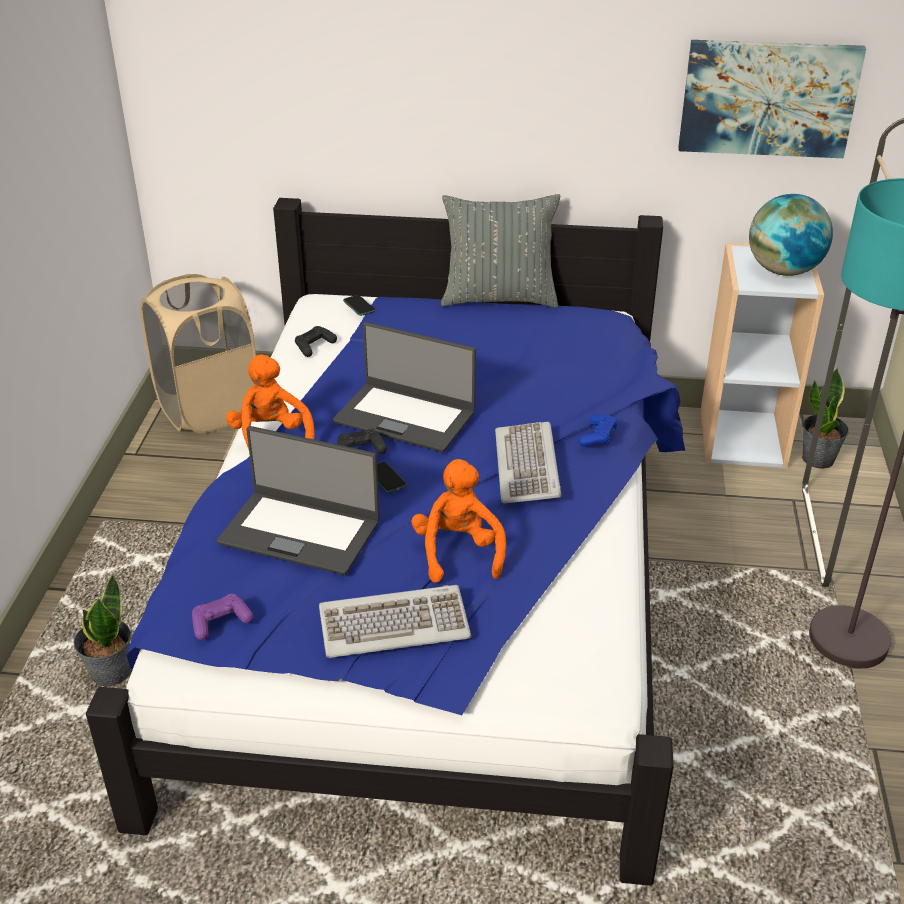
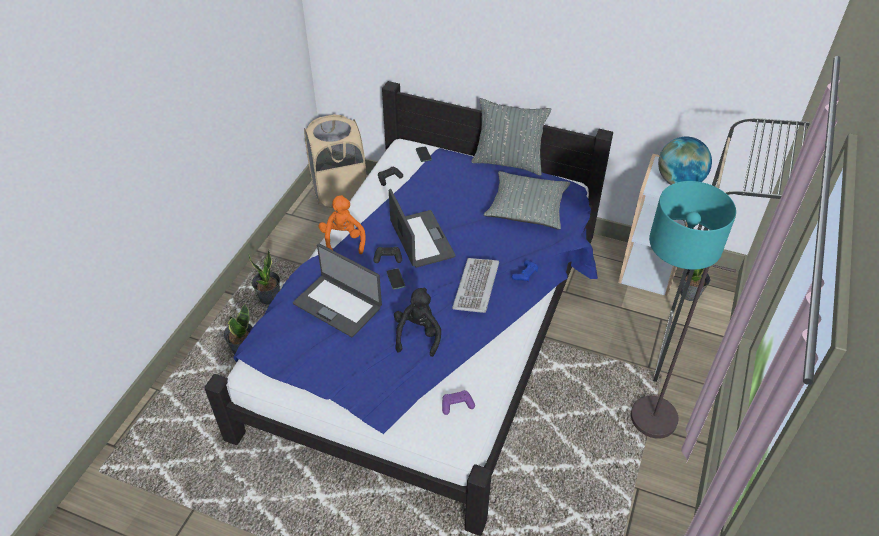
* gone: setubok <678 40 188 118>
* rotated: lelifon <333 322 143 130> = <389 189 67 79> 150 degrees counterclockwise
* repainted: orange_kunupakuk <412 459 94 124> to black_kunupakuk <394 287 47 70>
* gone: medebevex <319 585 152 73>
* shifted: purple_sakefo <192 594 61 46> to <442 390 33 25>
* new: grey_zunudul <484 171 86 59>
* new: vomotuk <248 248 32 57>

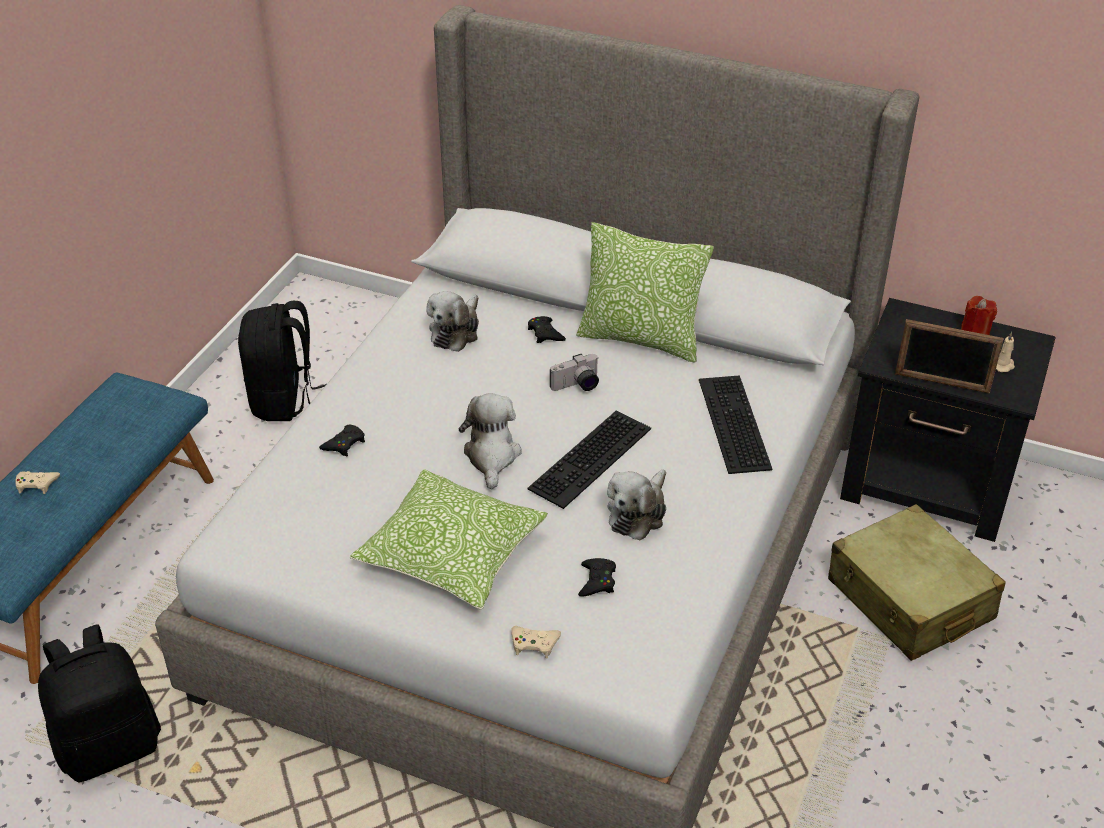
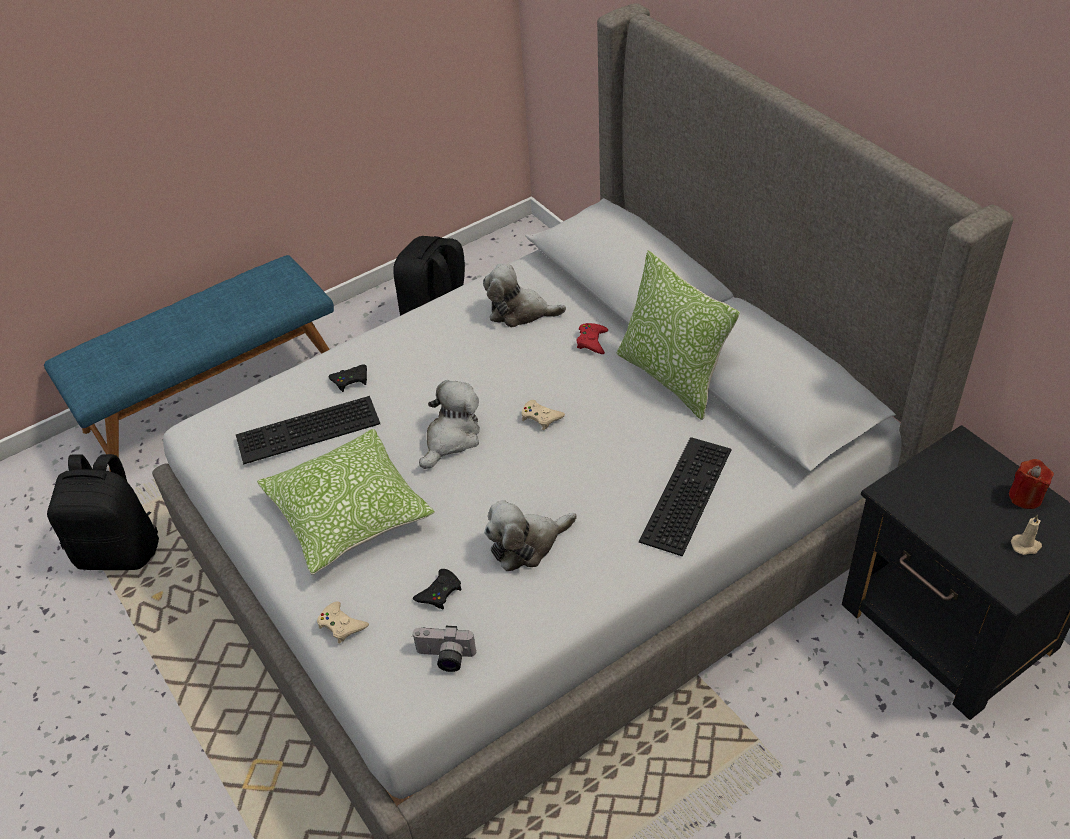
* rotated: kunupakuk <426 291 53 61> = <483 263 83 64> 45 degrees clockwise
* repainted: black_sakefo <528 316 38 27> to red_sakefo <577 323 31 31>
* gone: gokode <895 319 109 75>
* shifted: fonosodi <550 354 49 37> to <412 626 64 46>
* shifted: medebevex <528 410 123 99> to <236 396 144 69>
* shifted: beige_sakefo <15 471 45 23> to <521 400 44 30>
* gone: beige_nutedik <828 504 177 157>

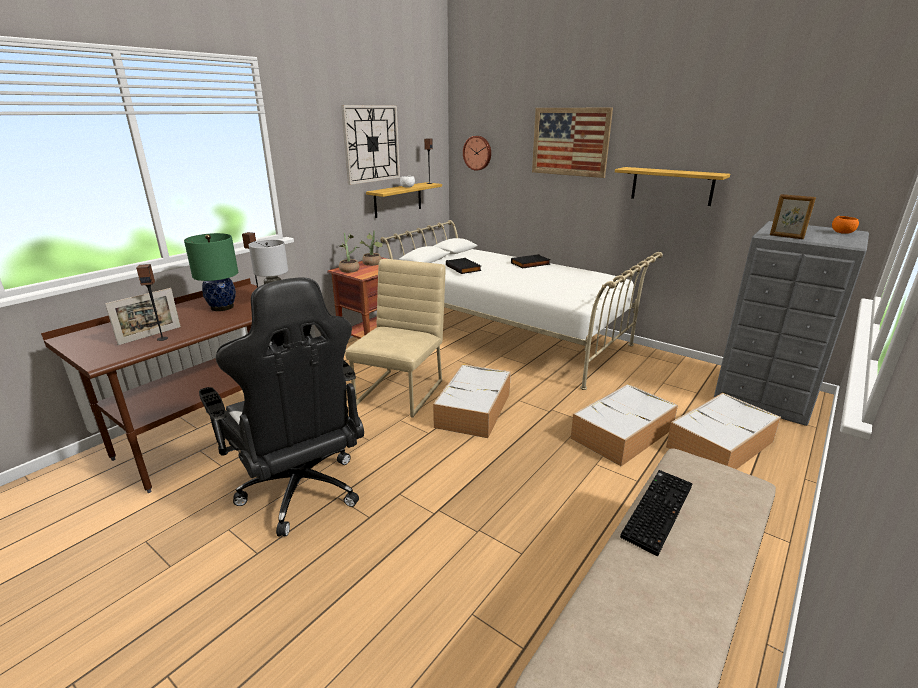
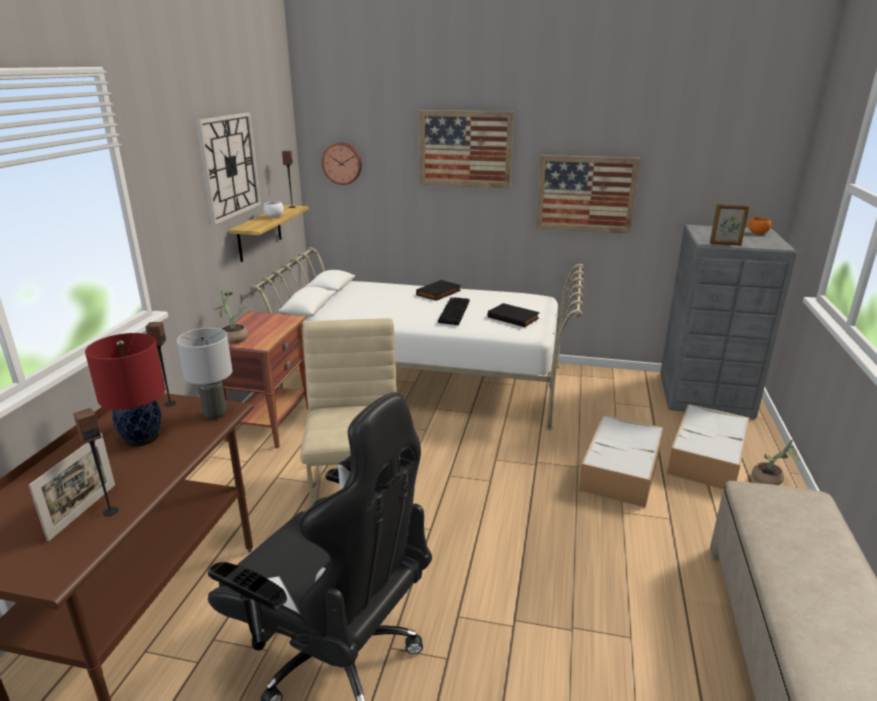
* swapped: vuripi <615 167 115 39> to setubok <536 155 104 79>
* shifted: vomotuk <360 230 23 36> to <752 439 48 46>
* repainted: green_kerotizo <184 233 54 78> to red_kerotizo <85 333 80 114>
* shifted: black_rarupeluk <446 258 36 16> to <488 303 52 24>
* gone: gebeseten <433 364 78 74>
* shifted: medebevex <620 470 72 86> to <438 297 32 28>

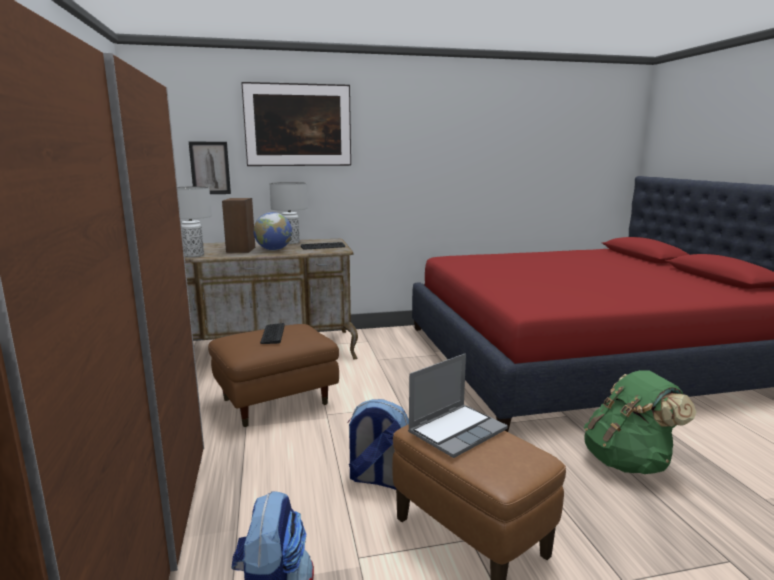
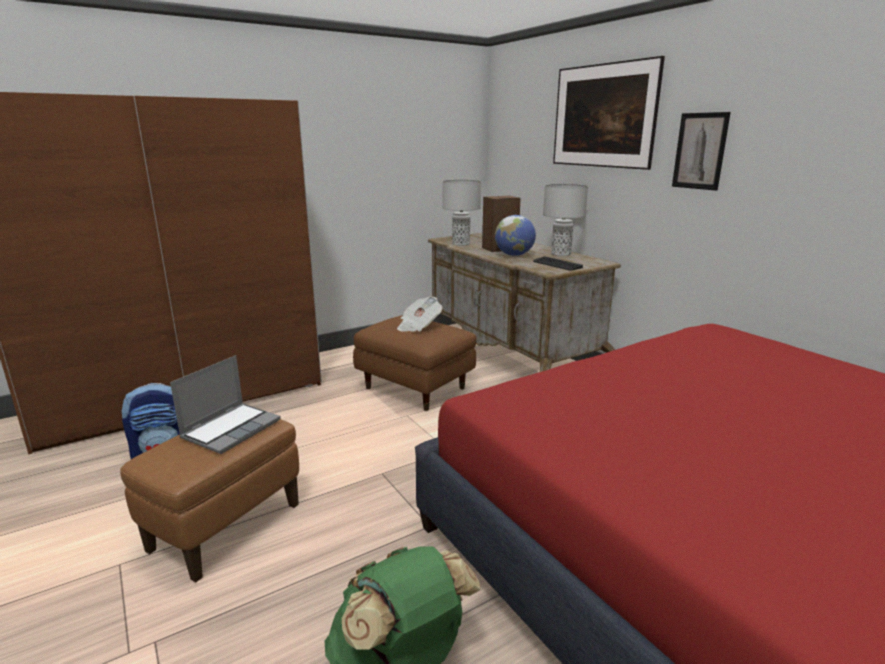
* shifted: setubok <189 142 42 52> to <672 112 59 79>
* swapped: medebevex <260 323 25 21> to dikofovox <397 297 45 35>
* rotated: lelifon <408 353 100 105> = <170 355 111 99> 90 degrees counterclockwise
* gone: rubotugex <347 399 62 91>

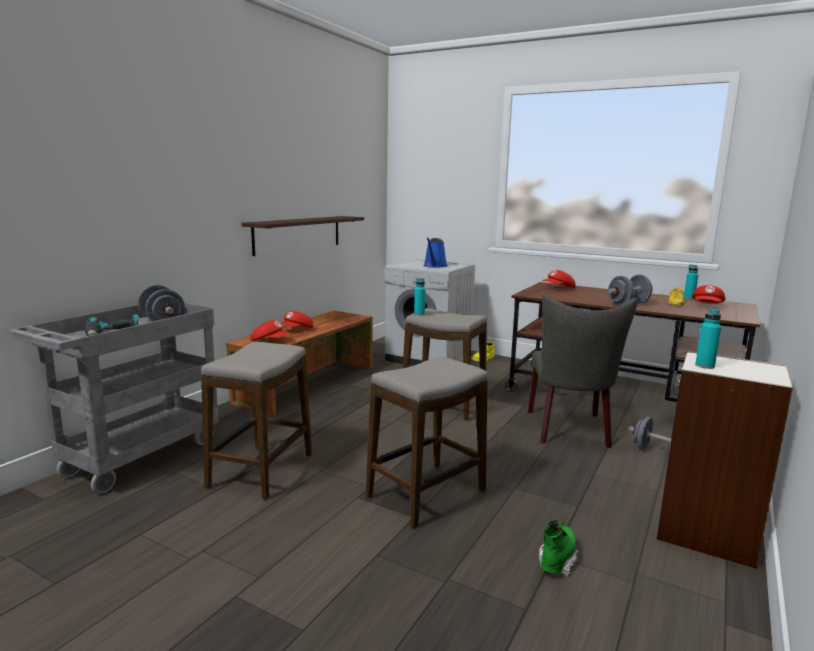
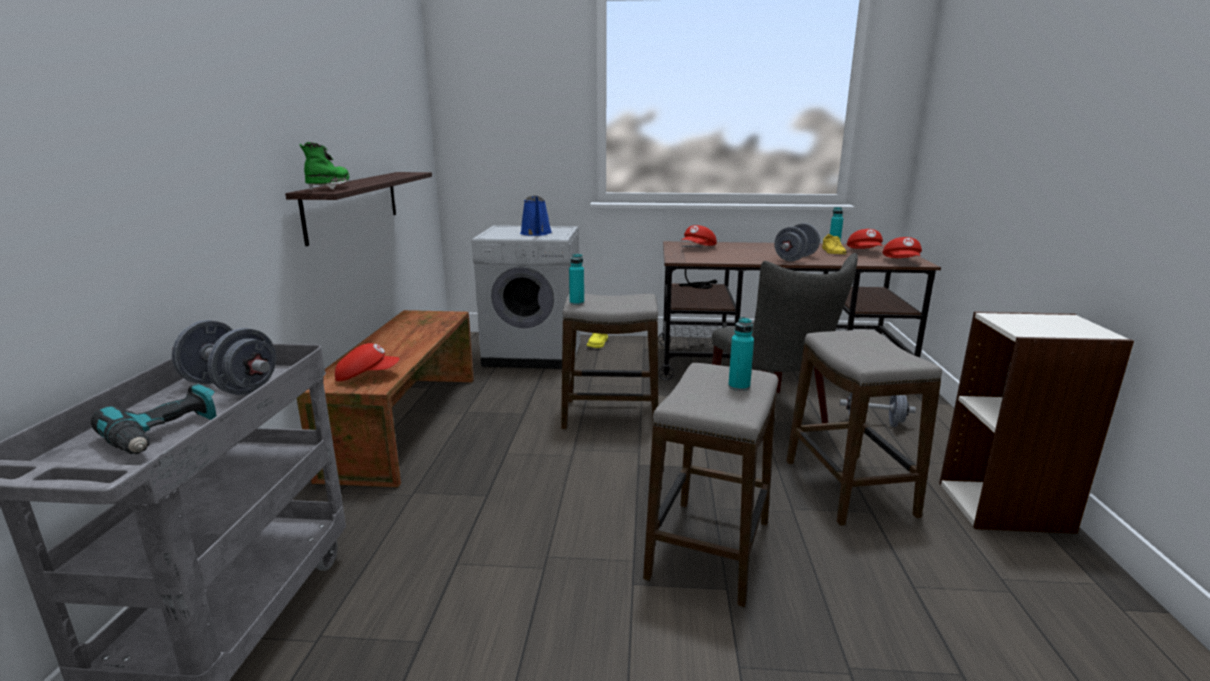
* shifted: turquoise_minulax <695 308 26 61> to <728 317 26 74>
* shifted: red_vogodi <280 311 33 17> to <882 237 40 21>
* shifted: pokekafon <201 342 111 158> to <786 330 156 196>
* shifted: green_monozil <539 520 40 56> to <300 142 51 49>

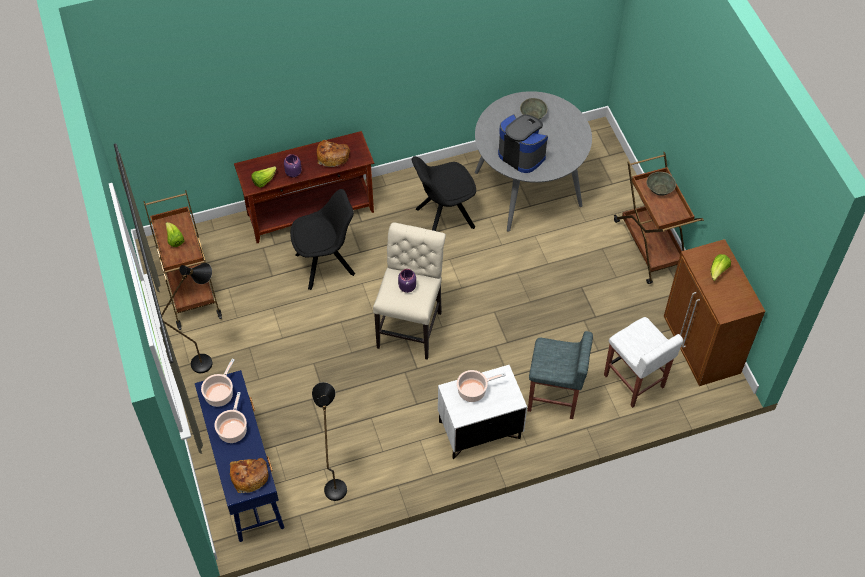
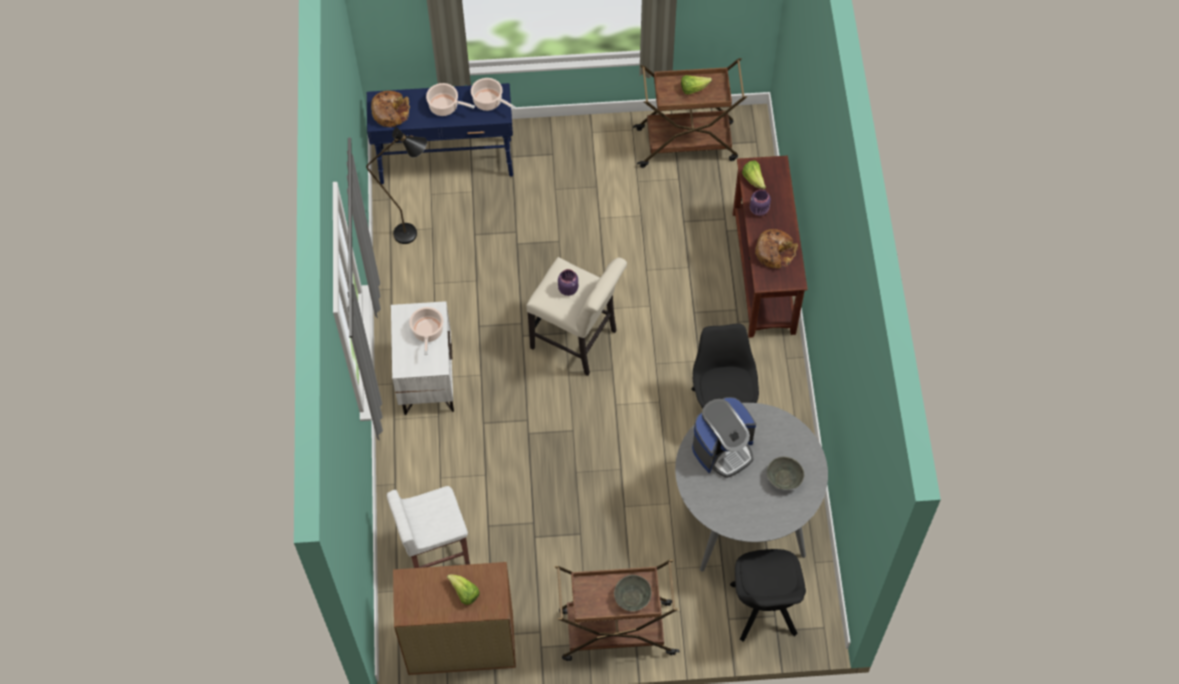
* shifted: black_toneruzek <290 189 65 101> to <730 549 76 92>
* gone: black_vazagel <161 263 51 110>
* gone: grey_pokekafon <528 331 65 88>

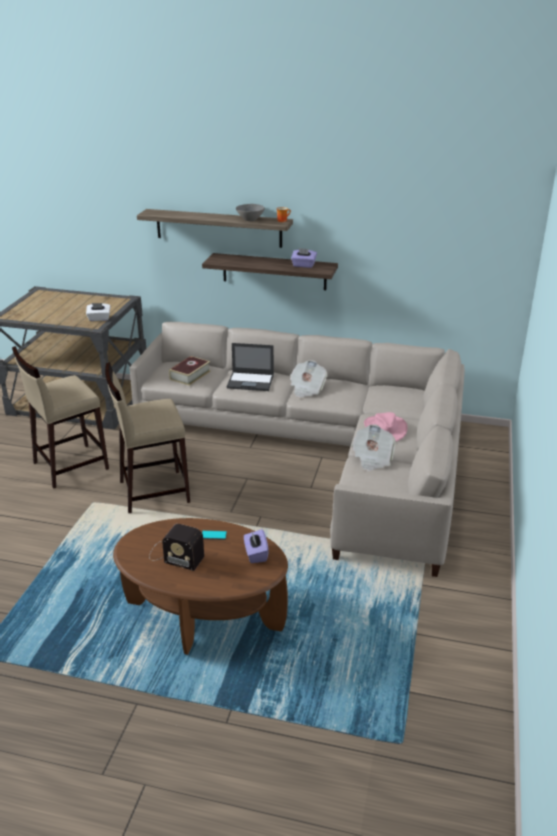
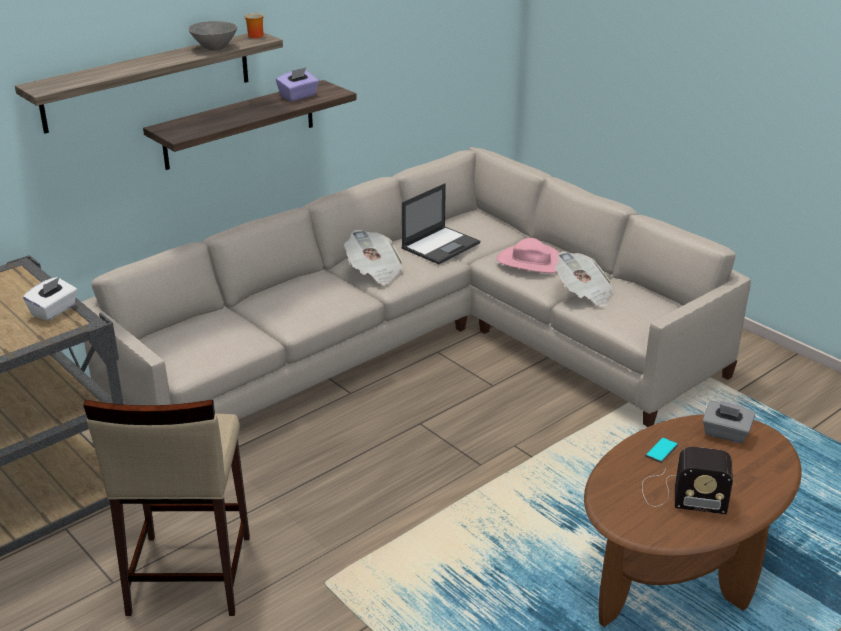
* shifted: lelifon <227 343 47 48> to <401 183 79 81>
* gone: rarupeluk <169 356 41 30>
* gone: beige_pokekafon <105 362 85 152>
* rotated: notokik <149 524 55 47> = <642 447 91 67> 45 degrees clockwise
* repainted: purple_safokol <244 529 25 34> to grey_safokol <703 401 52 42>

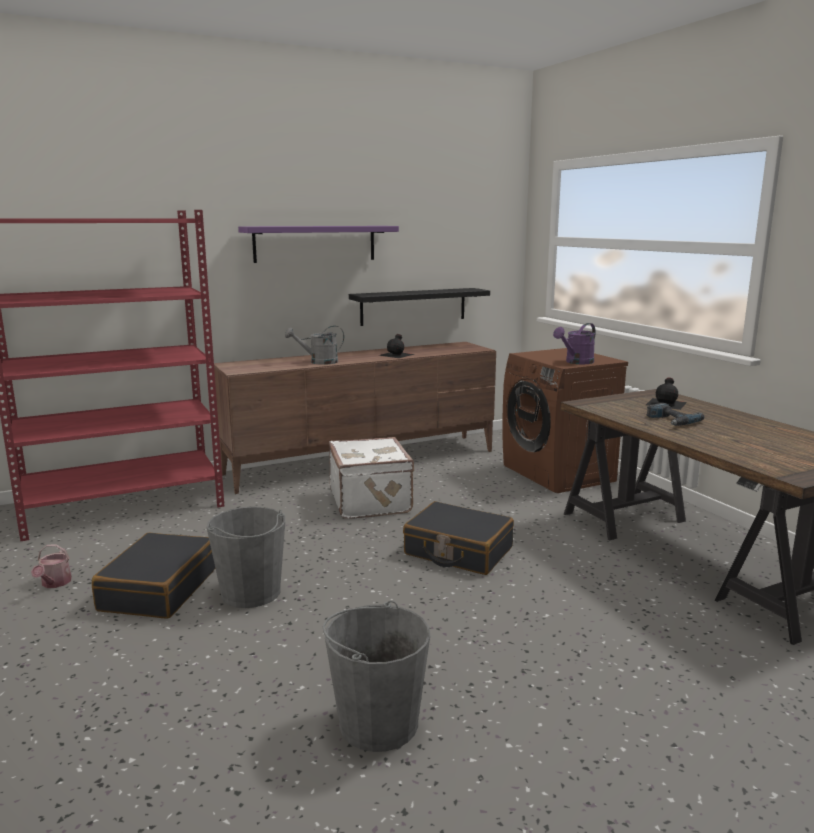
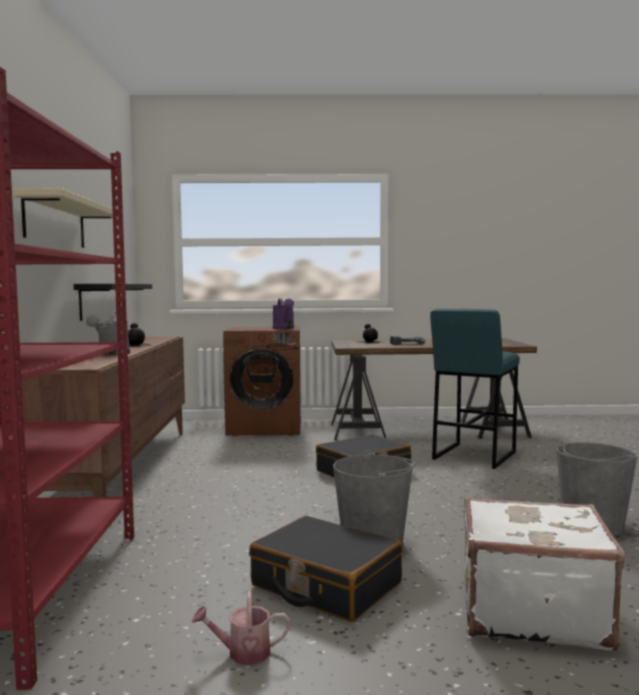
* repainted: purple_vuripi <238 226 161 37> to beige_vuripi <13 188 105 60>
* shifted: white_nutedik <329 437 85 82> to <464 498 161 152>
* rotated: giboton <31 545 41 43> = <192 590 98 75> 150 degrees clockwise
* new: turquoise_pokekafon <430 309 90 160>

